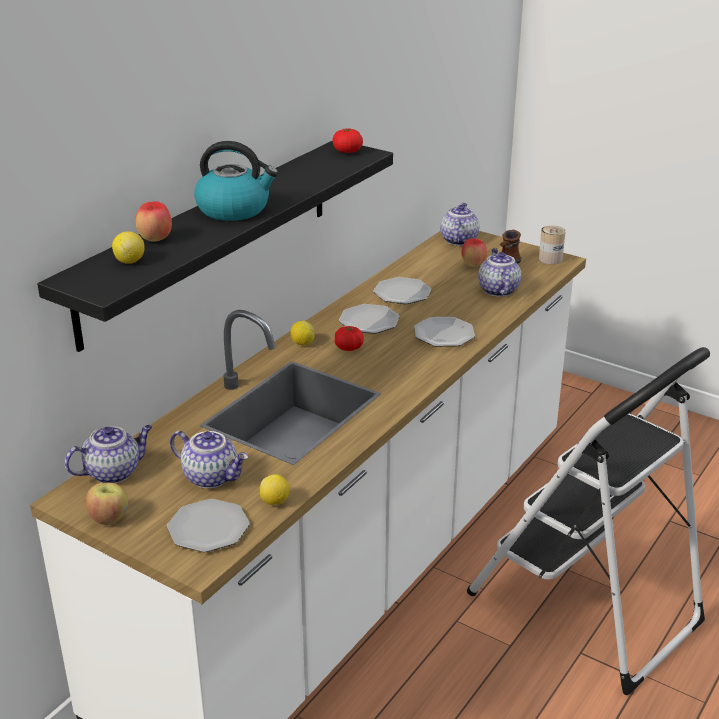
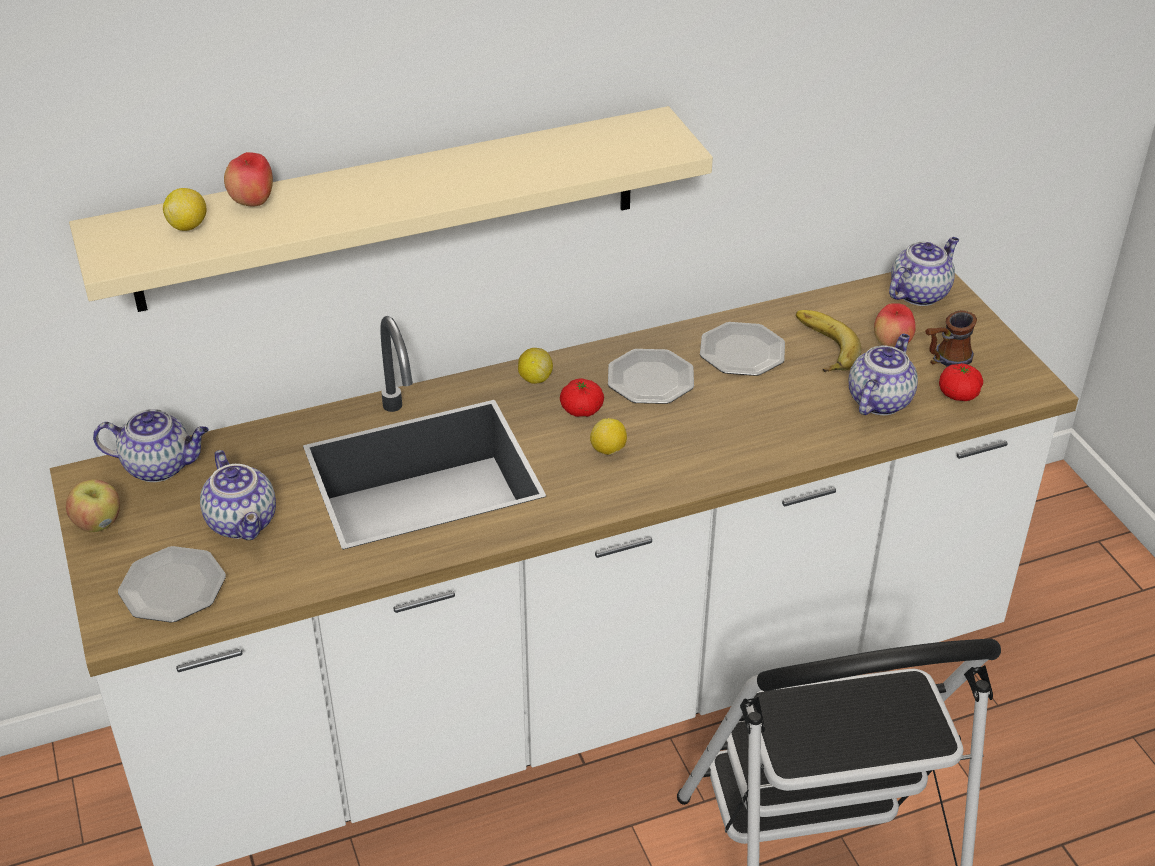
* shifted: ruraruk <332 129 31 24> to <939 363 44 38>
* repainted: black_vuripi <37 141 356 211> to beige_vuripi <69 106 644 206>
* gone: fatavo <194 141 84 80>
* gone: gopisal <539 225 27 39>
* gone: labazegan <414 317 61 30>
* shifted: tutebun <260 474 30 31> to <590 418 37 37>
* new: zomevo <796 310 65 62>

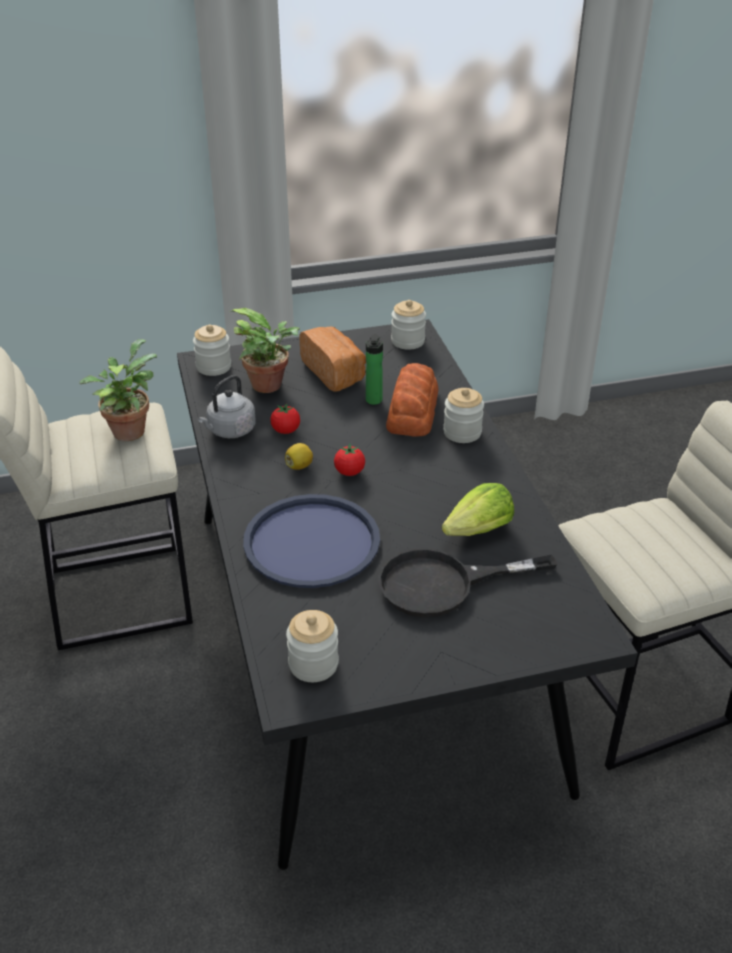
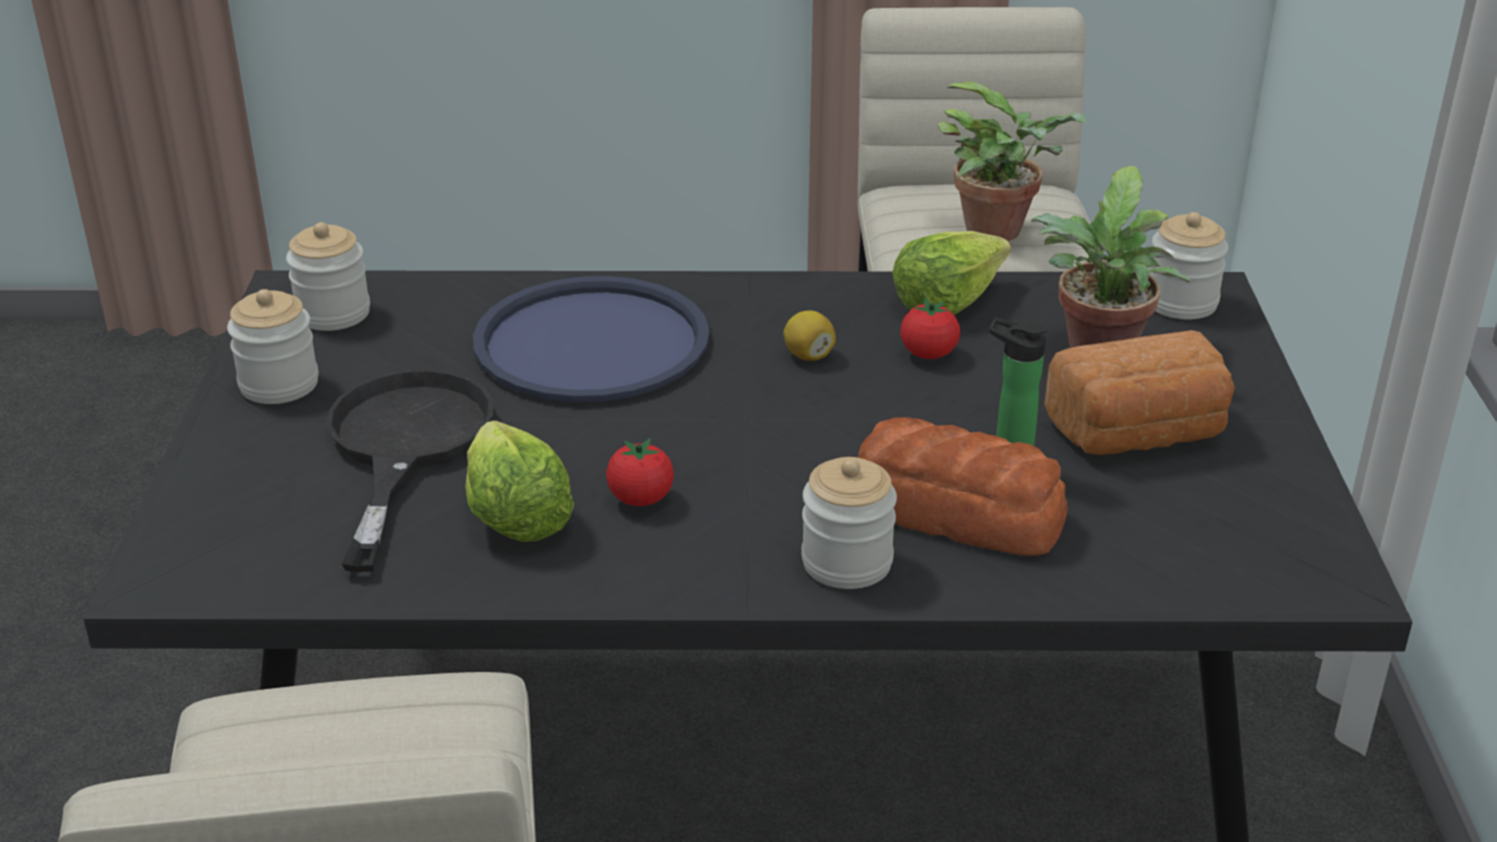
* shifted: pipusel <391 300 35 50> to <227 289 92 115>
* swapped: grey_fatavo <198 375 58 63> to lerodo <892 231 119 84>
* shifted: ruraruk <334 444 31 32> to <606 438 68 68>

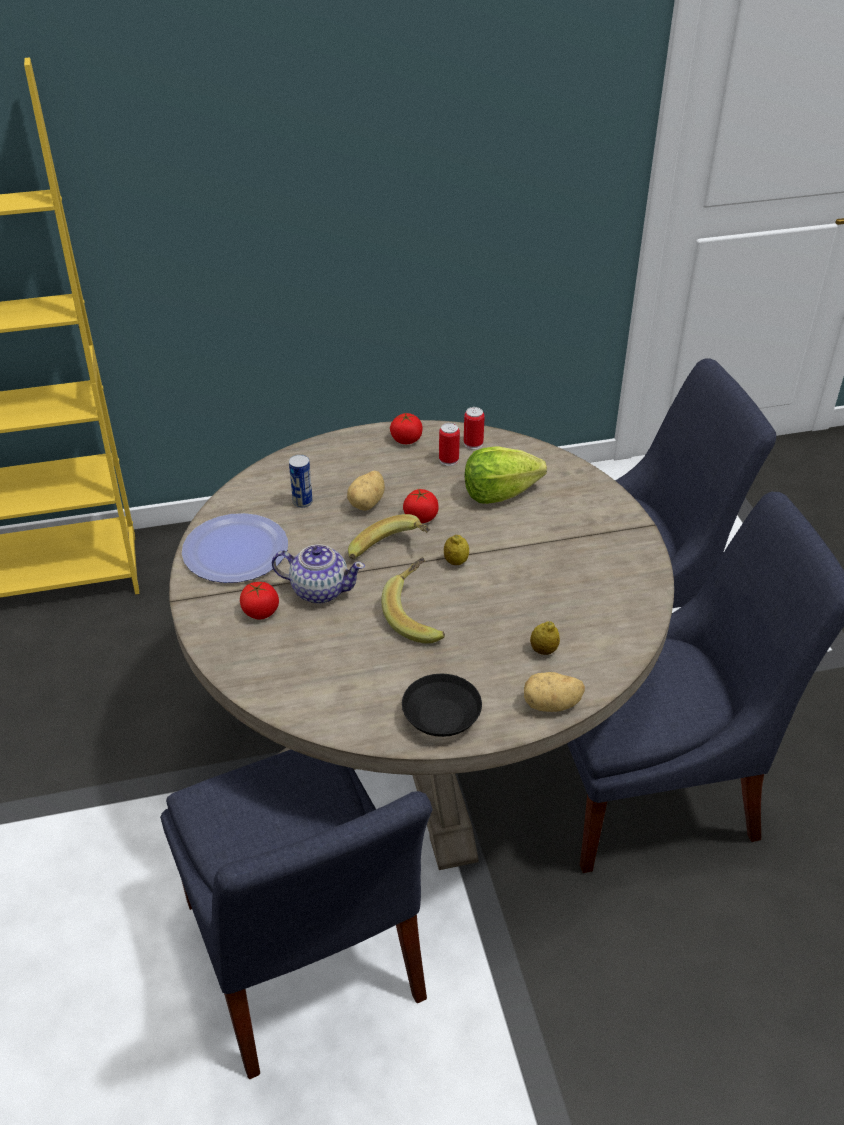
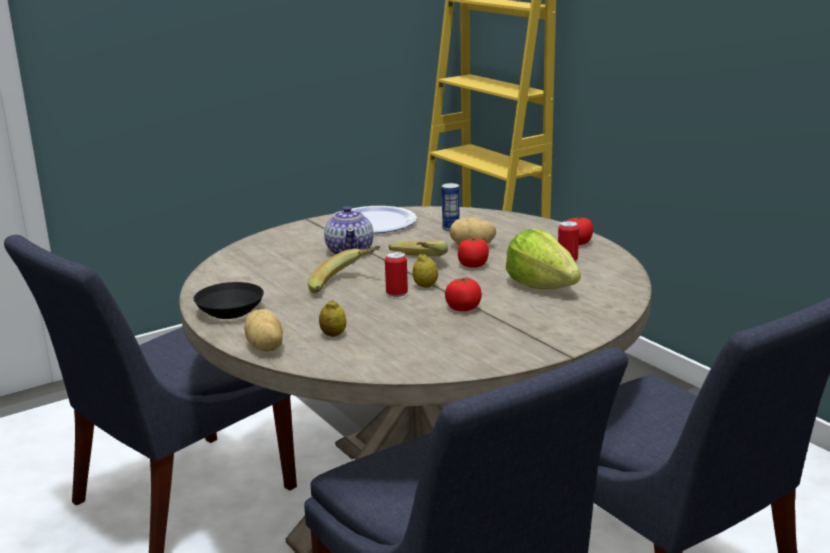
* shifted: gopisal <464 407 21 42> to <385 251 23 48>
* shifted: ruraruk <240 582 39 37> to <445 277 37 34>

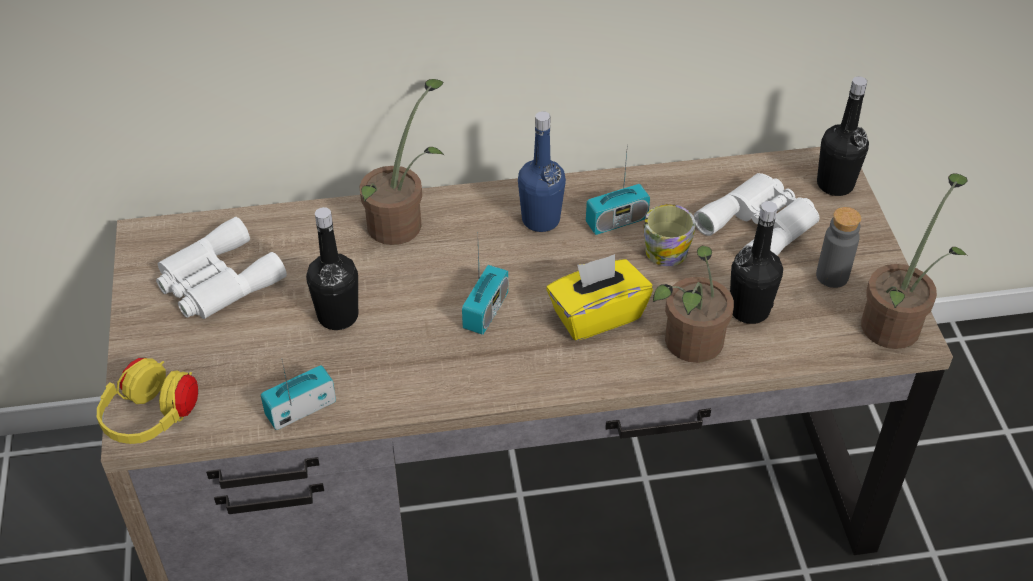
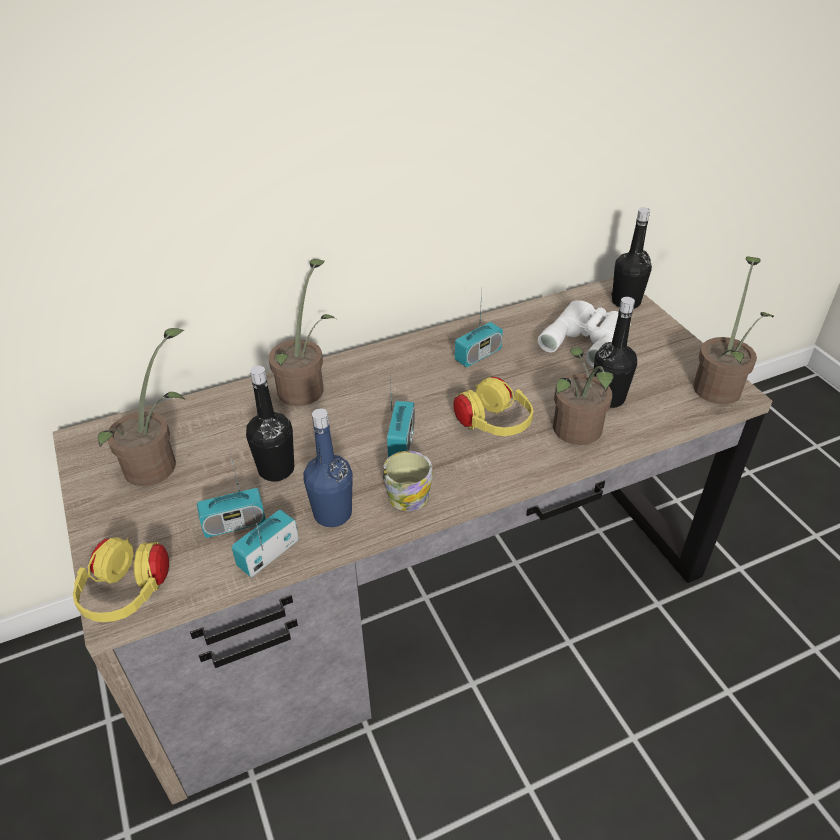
* shifted: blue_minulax <518 111 48 121> to <303 408 50 119>
* shifted: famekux <644 204 51 63> to <383 451 50 60>
* gone: grey_minulax <816 207 45 81>
* swapped: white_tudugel <156 217 131 102> to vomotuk <98 328 87 158>
* swapped: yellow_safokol <546 254 107 87> to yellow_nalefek <453 377 81 59>
* new: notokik <197 449 69 89>

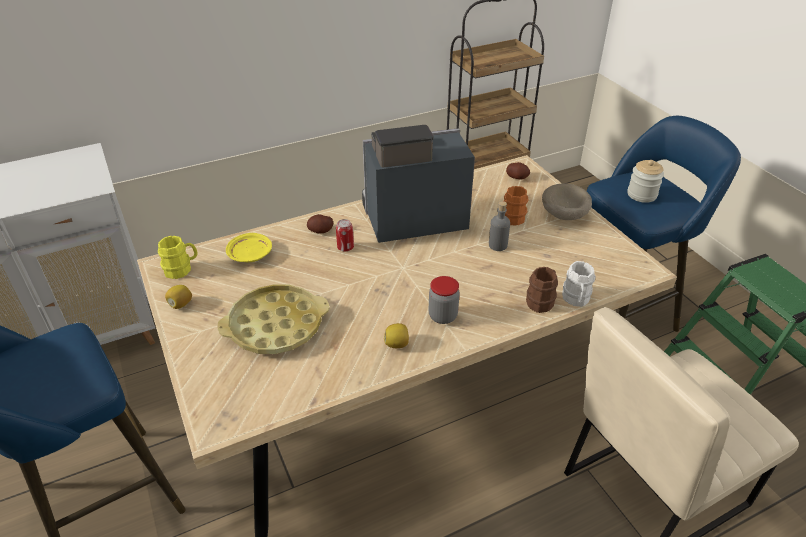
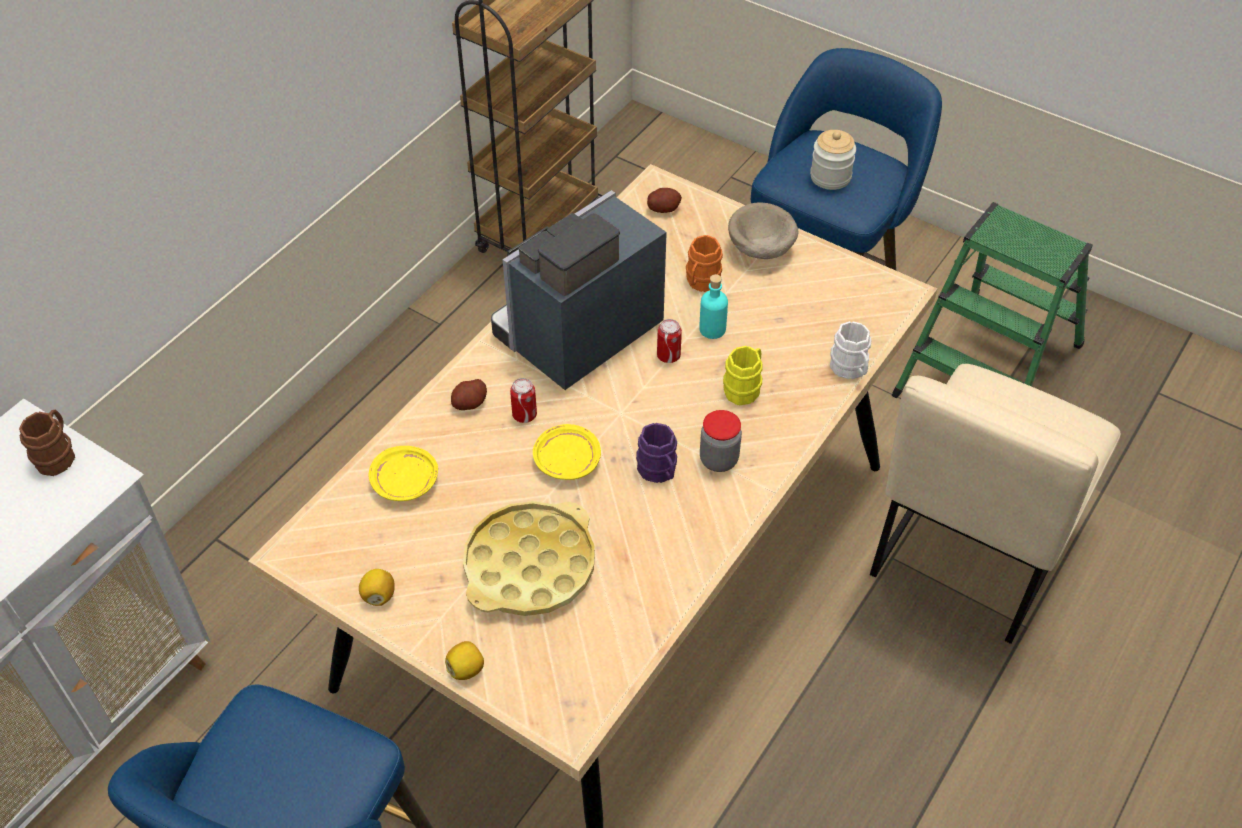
* repainted: grey_minulax <489 201 21 50> to turquoise_minulax <699 274 29 65>
* shifted: yellow_famekux <158 236 39 43> to <723 346 39 60>
* shifted: brown_famekux <526 267 32 46> to <19 410 56 66>
* shifted: tutebun <384 323 25 25> to <445 641 39 39>
* new: gopisal <657 319 25 44>
* new: purple_famekux <636 423 41 60>
* new: yellow_labazegan <533 424 68 56>

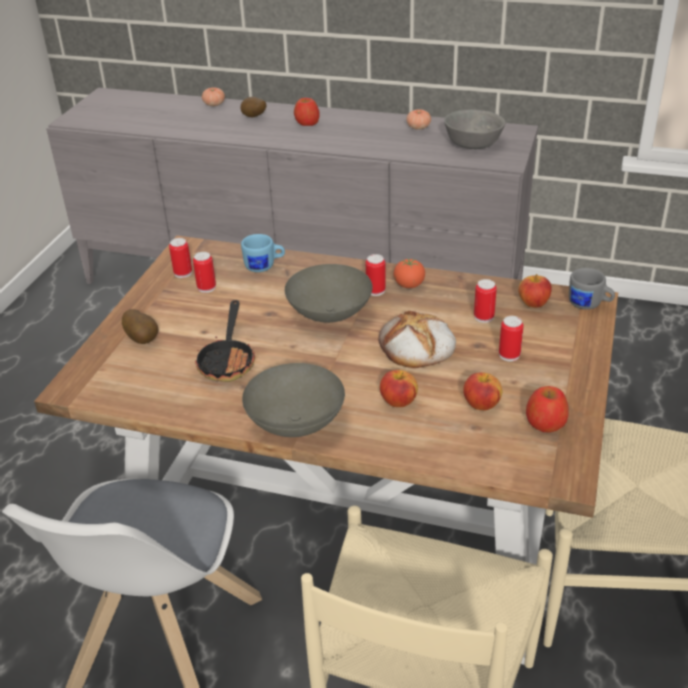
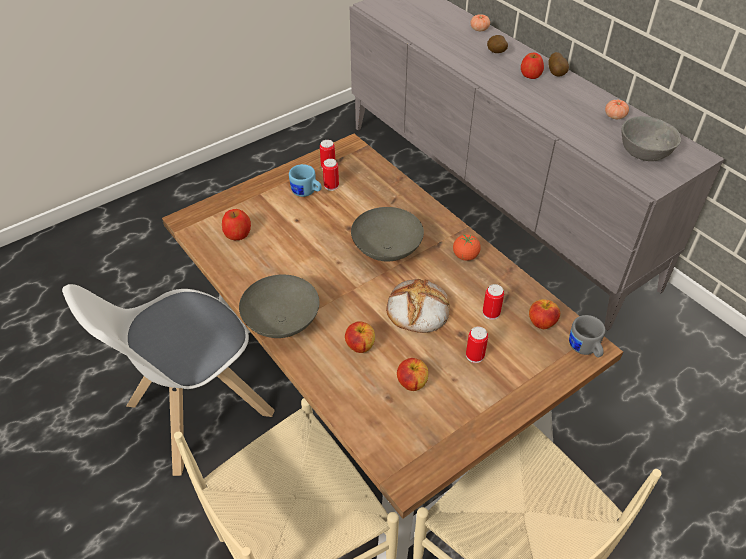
* shifted: blue_famekux <241 234 44 38> to <289 164 33 33>
* gone: gopisal <366 254 20 42>
* gone: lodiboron <195 300 60 82>
* shifted: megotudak <122 309 37 35> to <548 52 21 25>
* shifted: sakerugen <526 386 43 47> to <222 209 29 31>

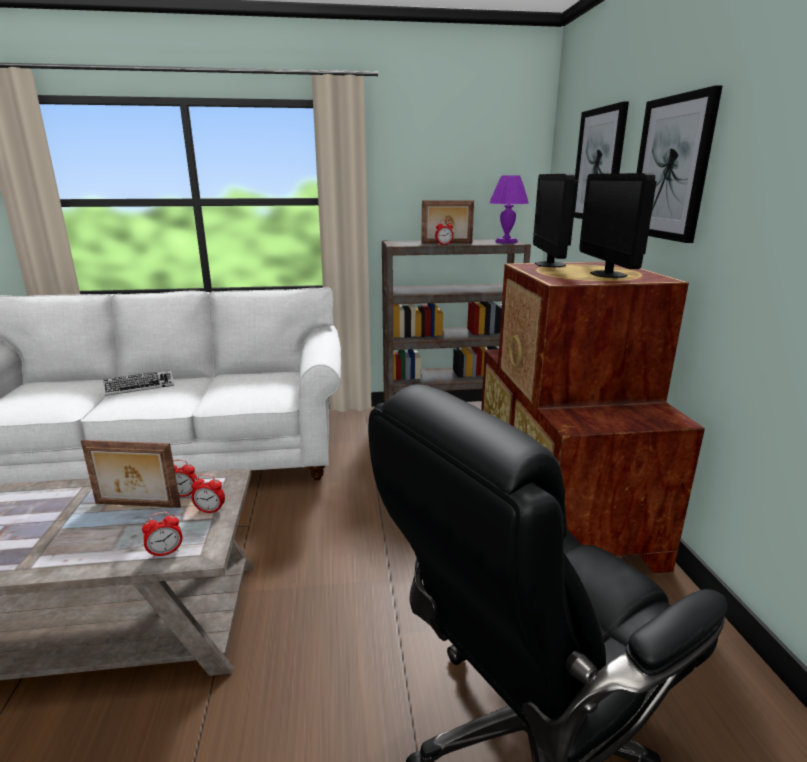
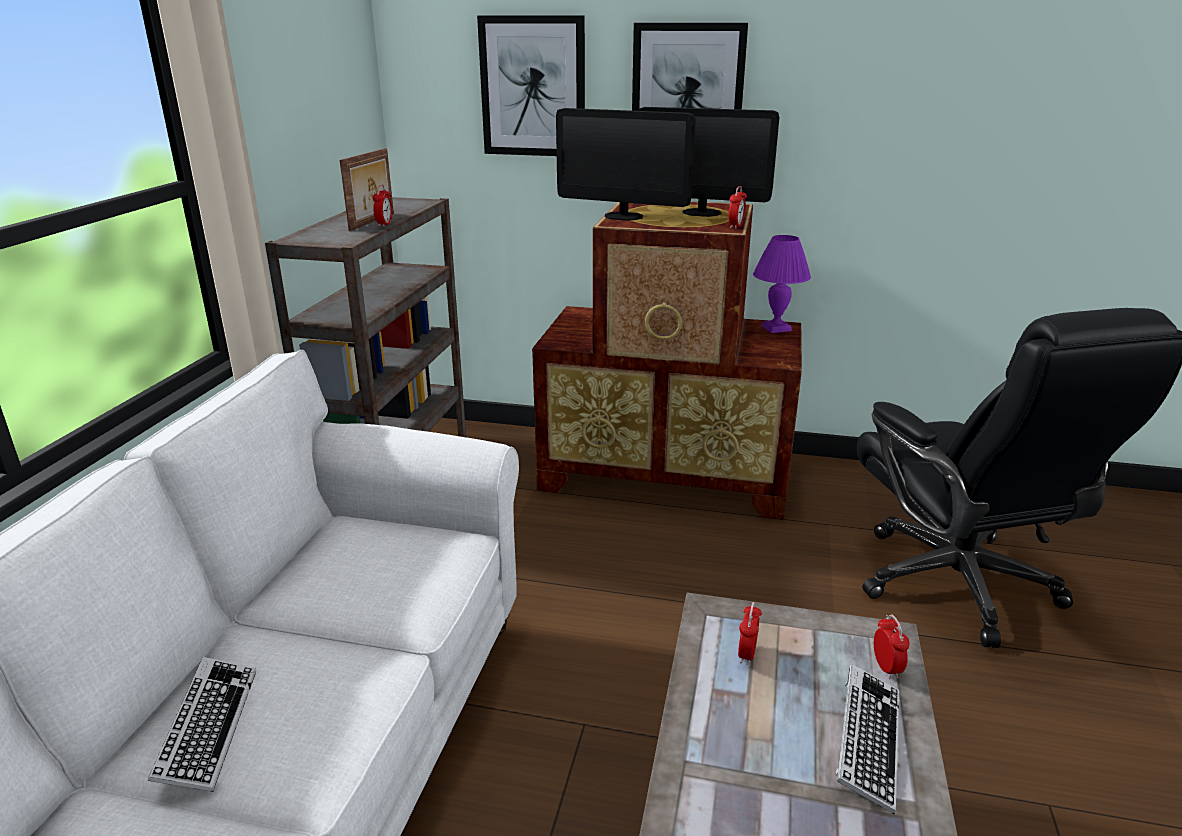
* shifted: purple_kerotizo <489 175 40 69> to <753 235 58 98>
* gone: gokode <81 440 100 68>
* shifted: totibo <192 474 33 39> to <728 186 19 43>
* new: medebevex <835 664 64 150>

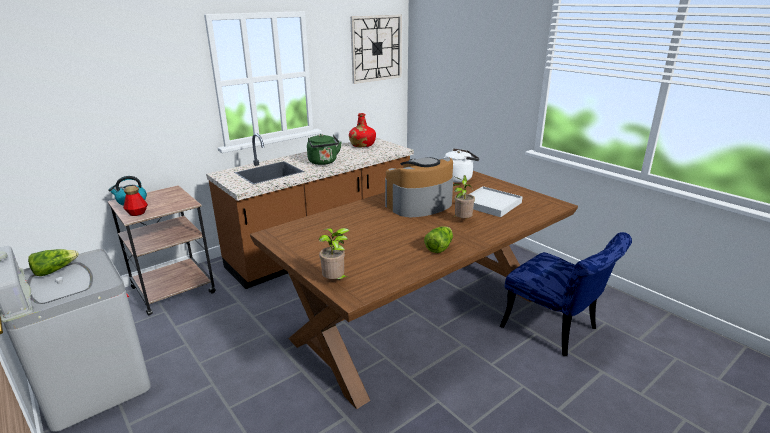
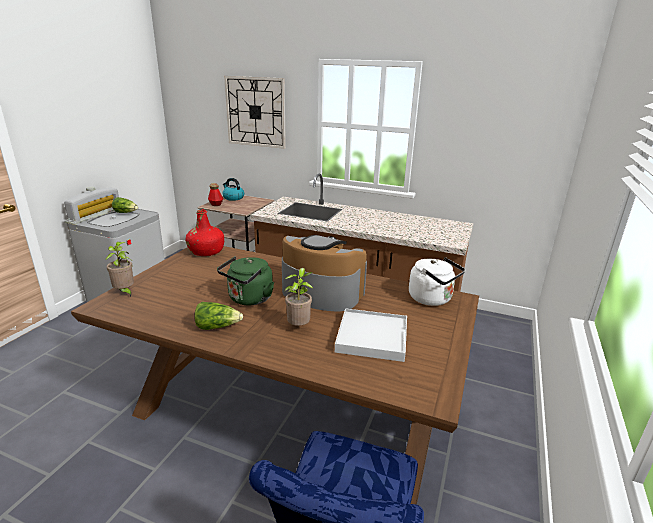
* shifted: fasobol <350 15 52 69> to <224 76 62 73>
* shifted: red_minulax <349 113 27 34> to <185 209 39 47>
* shifted: green_fatavo <307 134 35 31> to <217 256 57 50>

